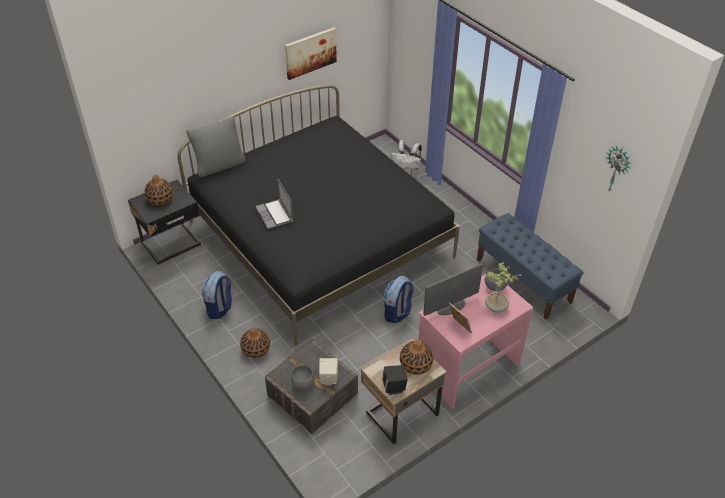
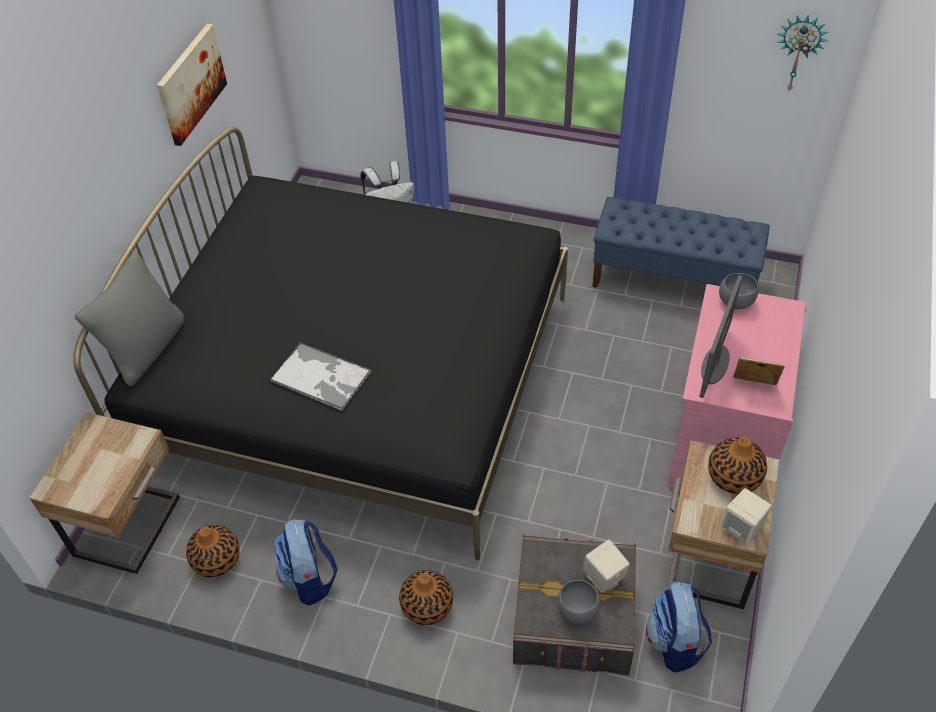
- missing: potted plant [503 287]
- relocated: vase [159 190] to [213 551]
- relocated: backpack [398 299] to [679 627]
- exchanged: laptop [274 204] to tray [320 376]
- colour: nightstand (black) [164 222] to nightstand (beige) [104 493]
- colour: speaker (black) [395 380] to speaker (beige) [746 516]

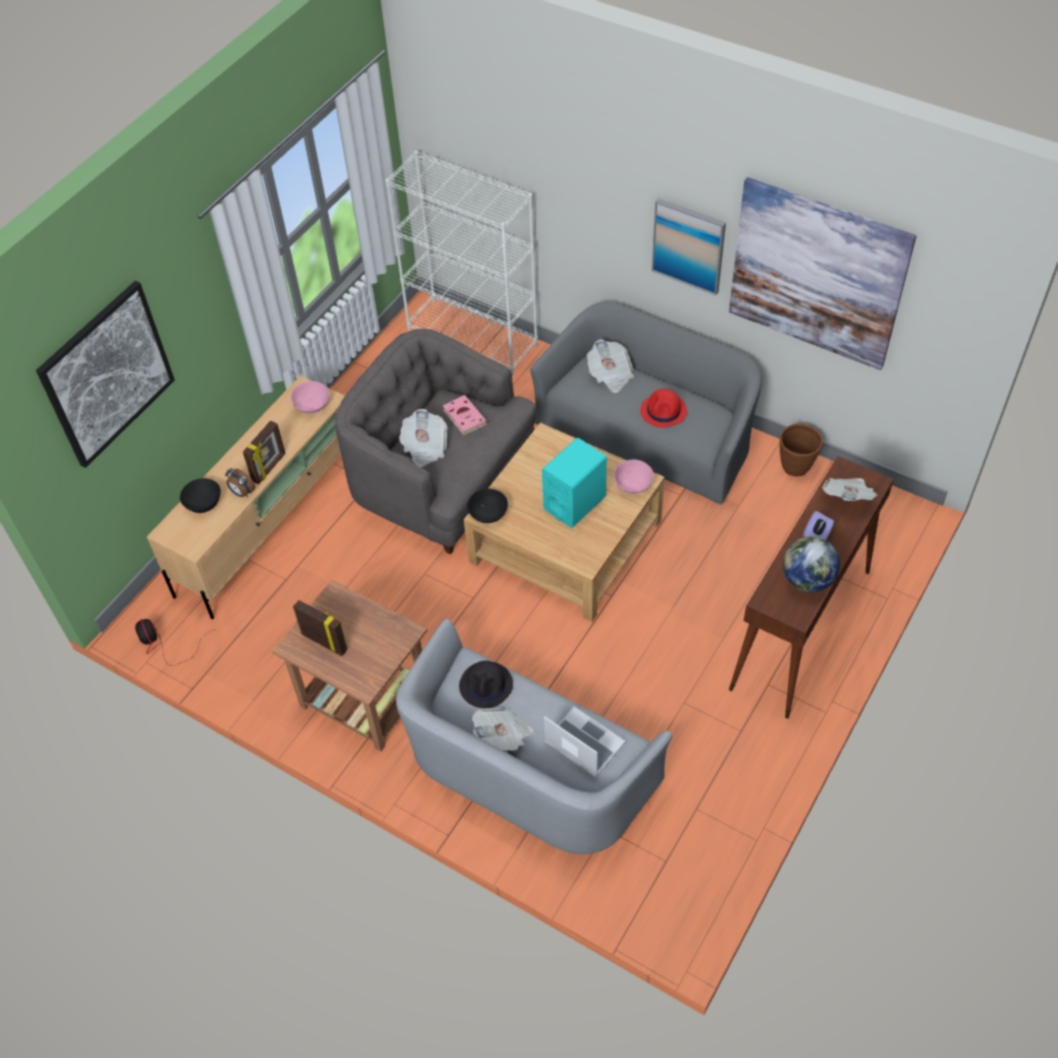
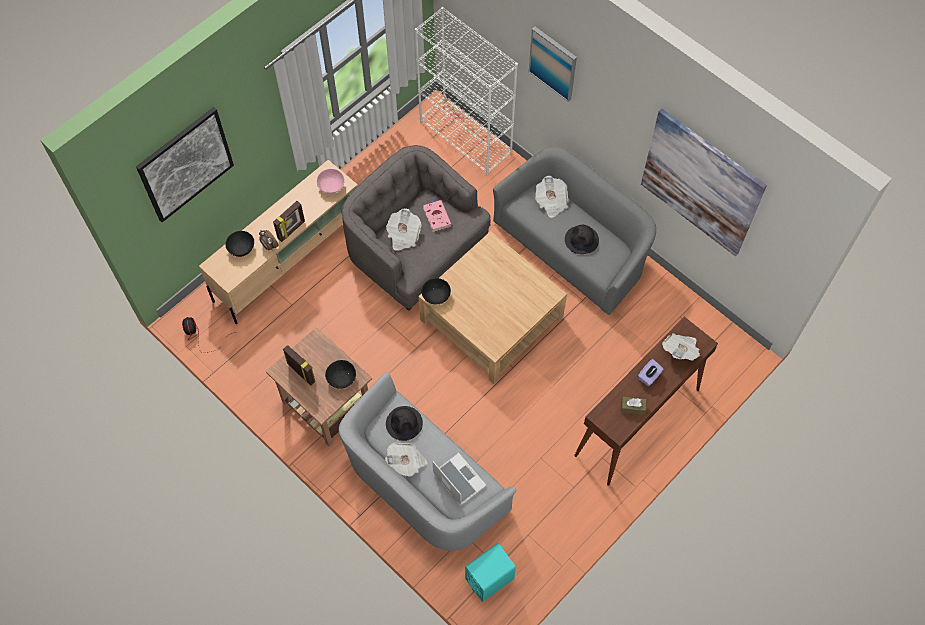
- missing: bowl (pink) [634 477]
- missing: planter (brown) [801 449]
- appeared: bowl (black) [340 374]
- relocated: speaker (turquoise) [574 483] to [490 572]
- relocated: picture [689 246] to [553 64]
- exchanged: globe [811 564] to tissue box (brown) [633 405]
- colour: hat (red) [663 408] to hat (black) [582 239]

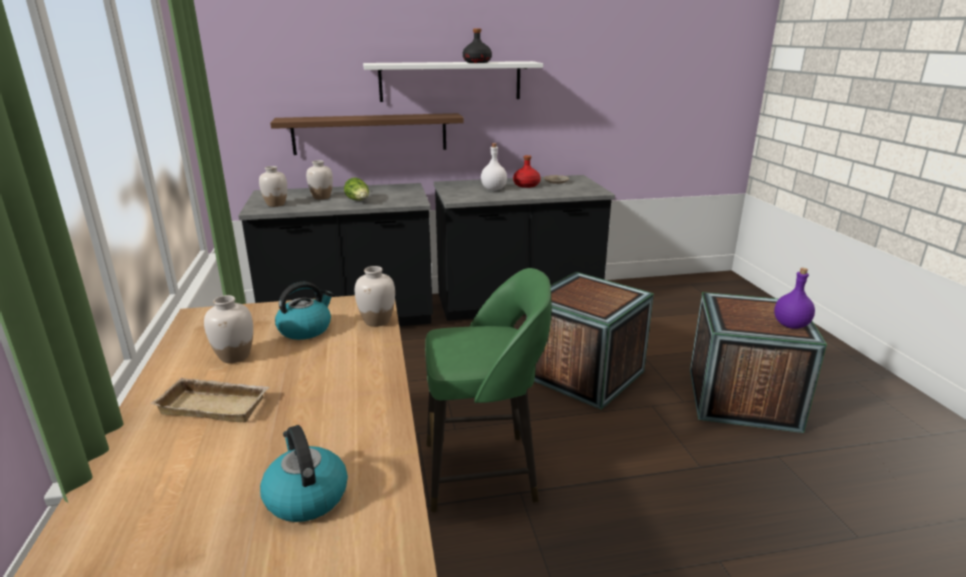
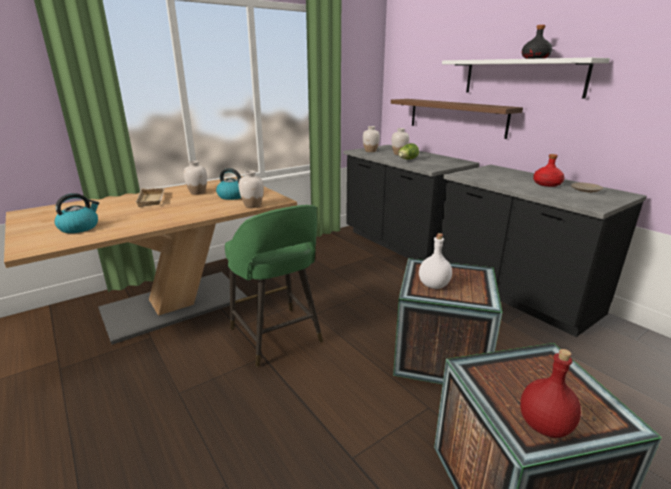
- relocated: bottle (white) [494 166] to [435 261]
- colour: bottle (purple) [794 298] to bottle (red) [550 393]

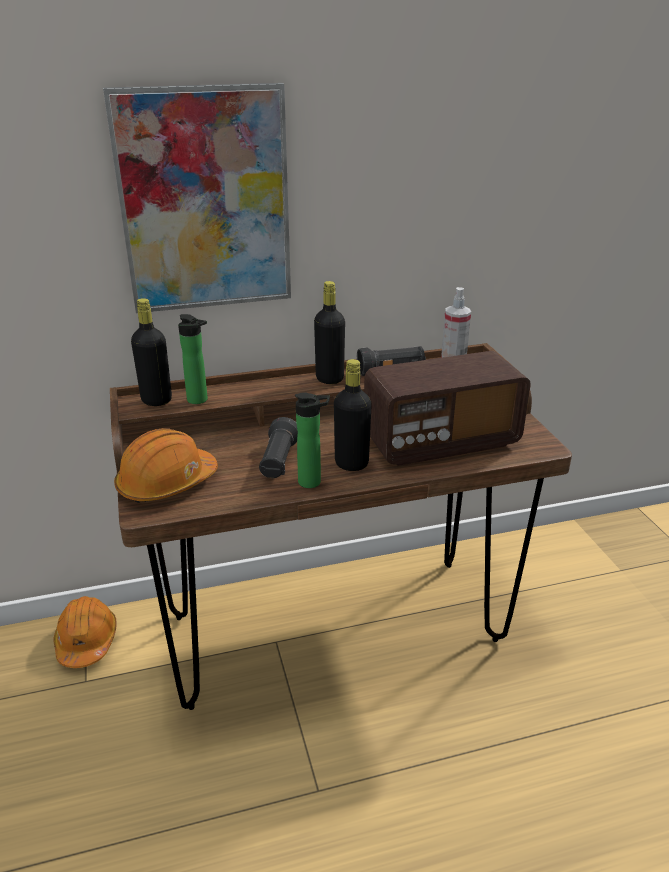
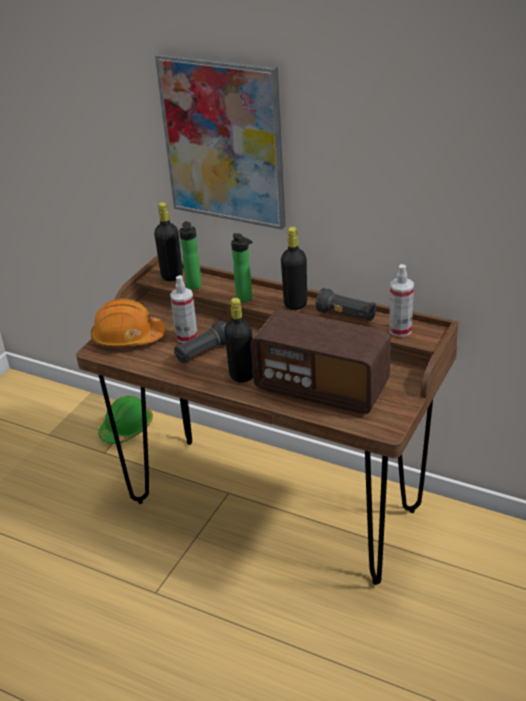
- appeared: spray bottle [184 309]
- relocated: bottle [312 440] to [242 267]
- colour: hard hat (orange) [85 632] to hard hat (green) [125 419]

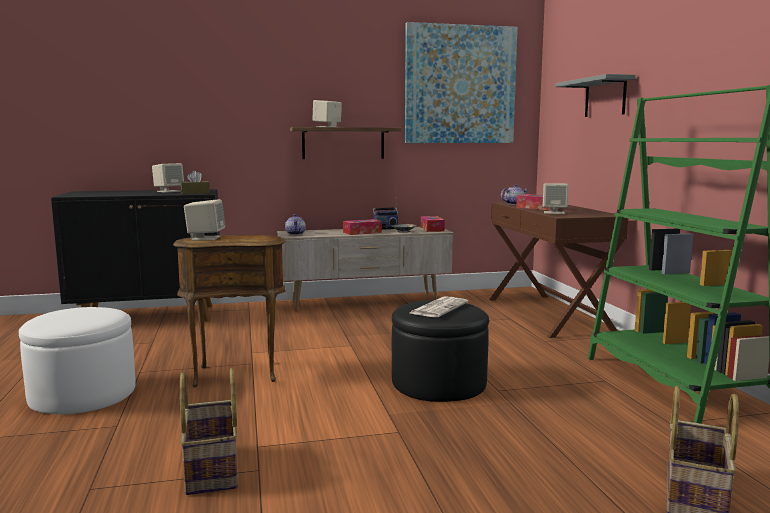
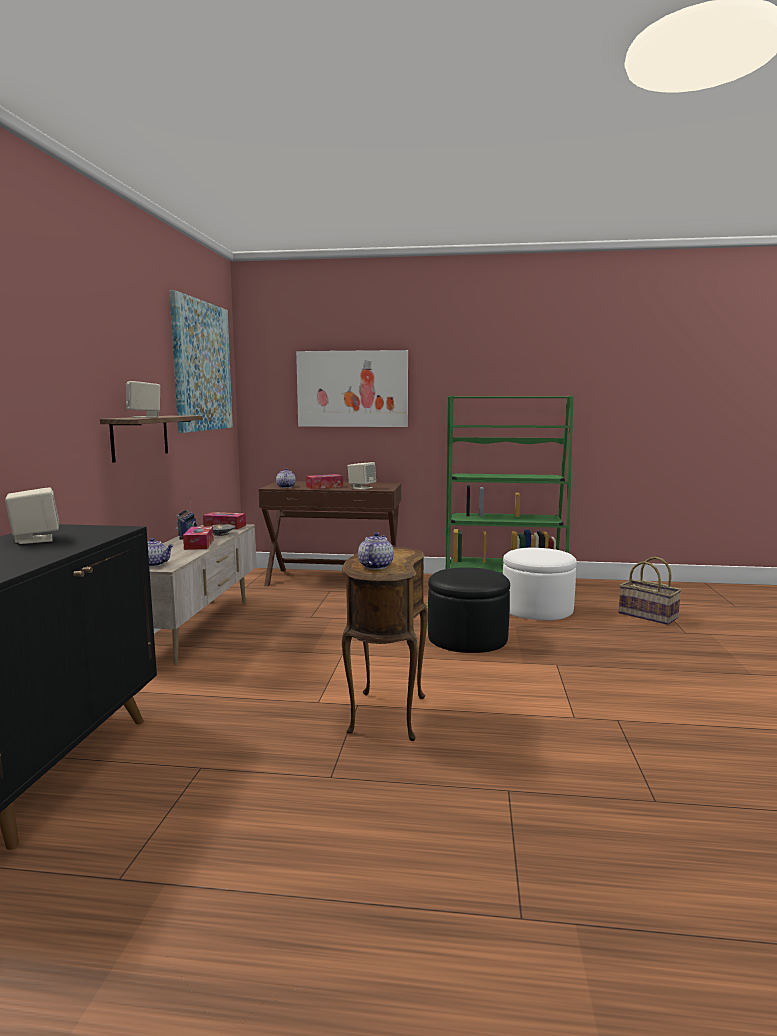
- missing: basket [209 431]
- missing: tissue box (brown) [195 182]
- missing: newspaper [439 306]
- relocated: ottoman (white) [77 361] to [540 584]
- exchanged: speaker (beige) [204 220] to teapot [376 550]
- exchanged: shelf (grey) [595 95] to picture [352 388]

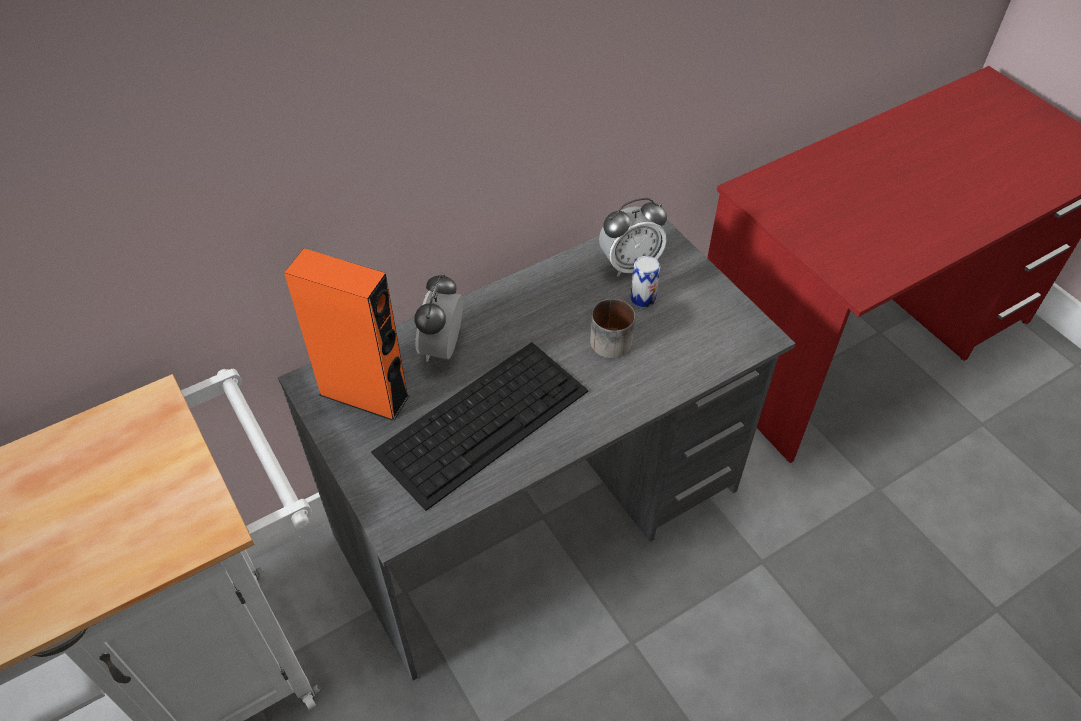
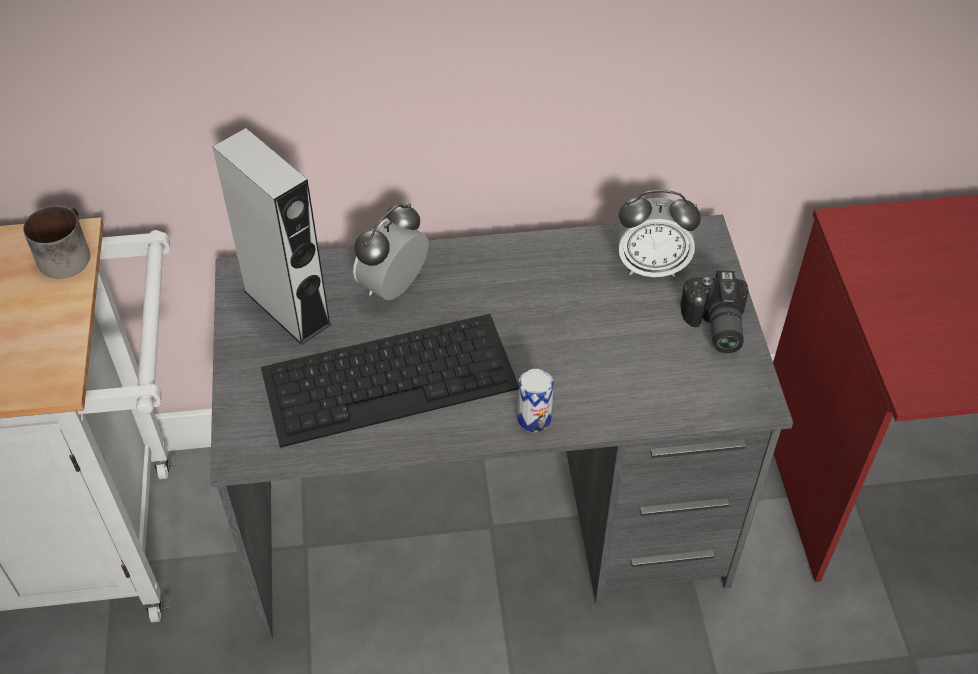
- appeared: photo camera [714 312]
- relocated: mug [612 328] to [56 242]
- relocated: can [645 281] to [536 401]
- colour: speaker (orange) [347 334] to speaker (grey) [272 236]

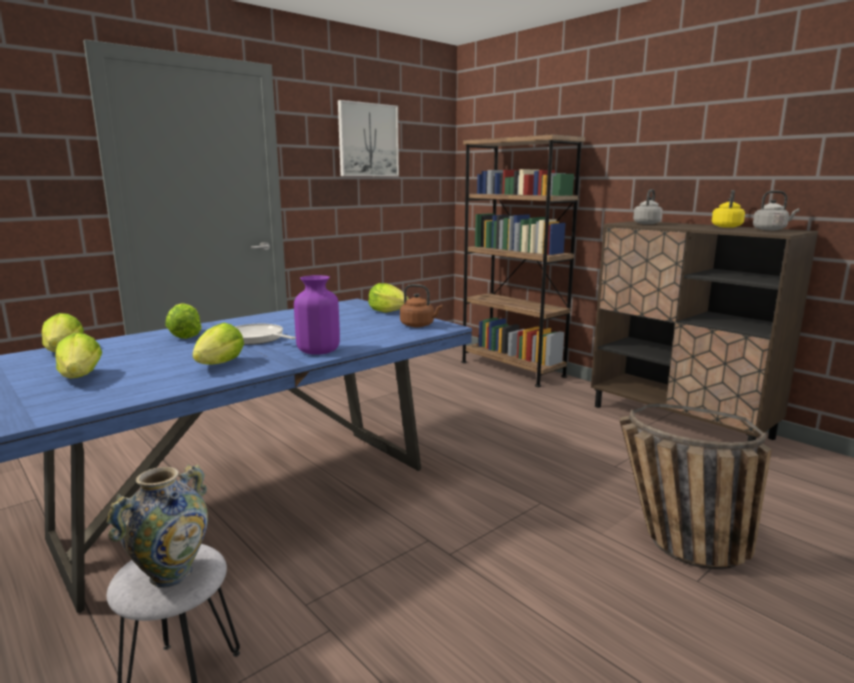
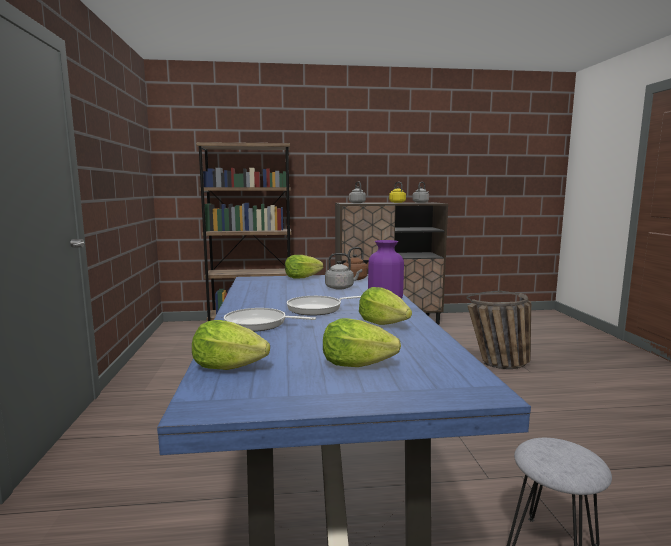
- missing: vase [157 526]
- missing: picture [368 138]
- appeared: kettle (grey) [343 271]
- exchanged: lettuce [183 321] to frying pan [270 320]

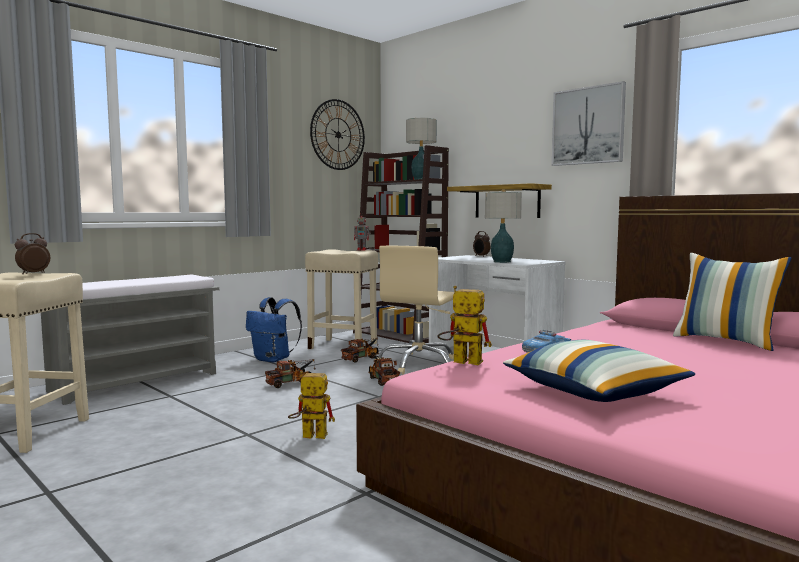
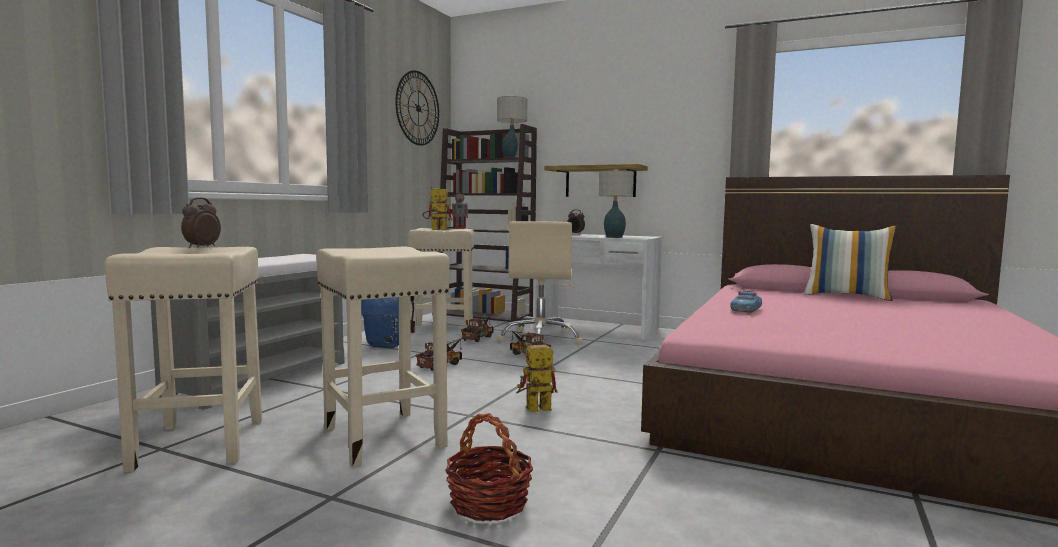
- missing: pillow [599 371]
- missing: picture [589 123]
- appeared: stool (beige) [383 356]
- appeared: basket [489 467]
- relocated: toy robot [464 325] to [437 208]

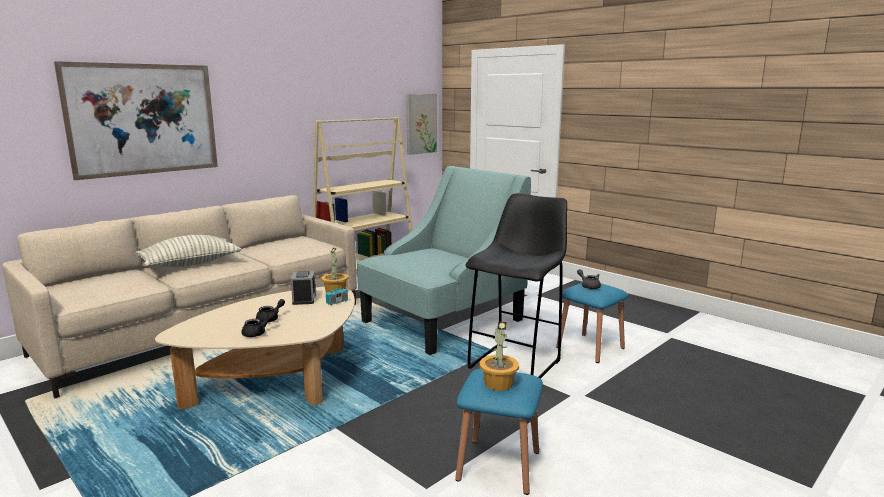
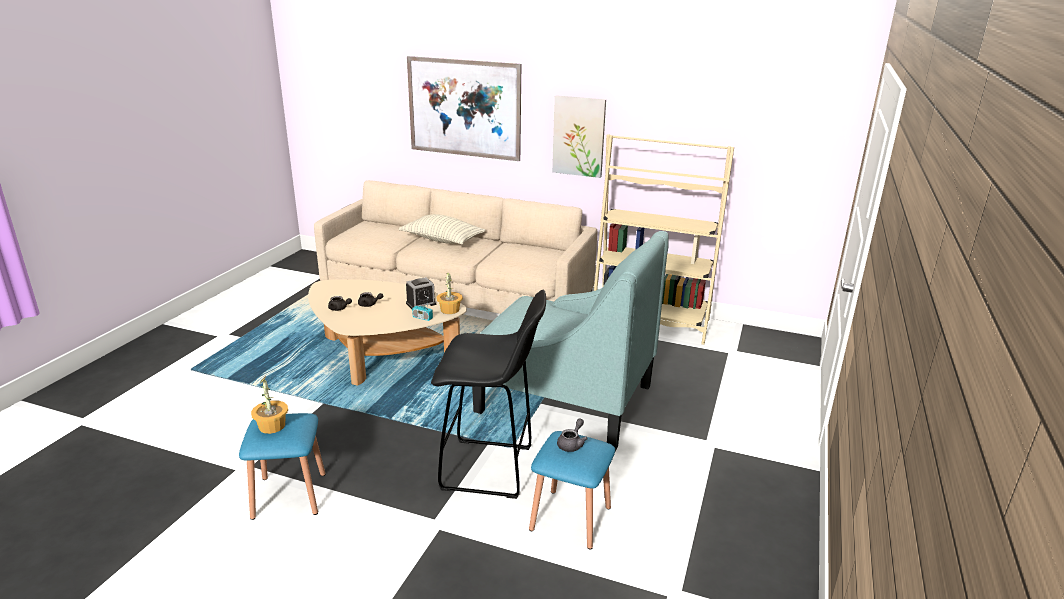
- relocated: picture [421 124] to [579 136]

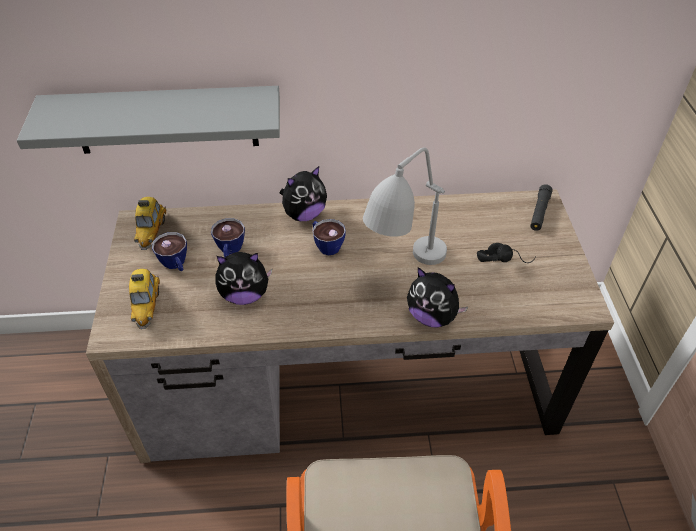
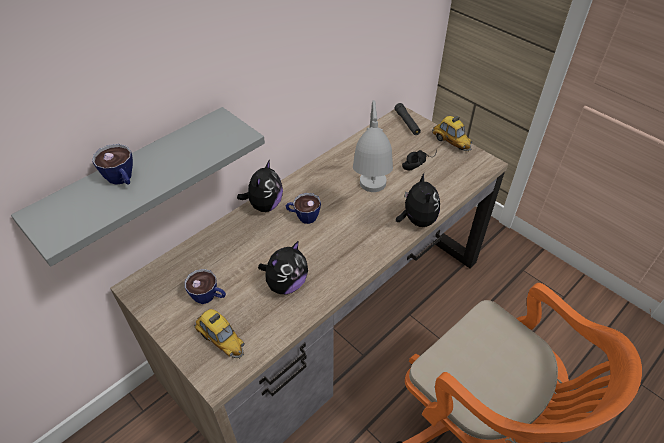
- relocated: toy car [150 223] to [452 134]
- relocated: cup [228 237] to [112 164]
- spun: plush toy [437 297] = [418 200] 90 degrees counterclockwise

